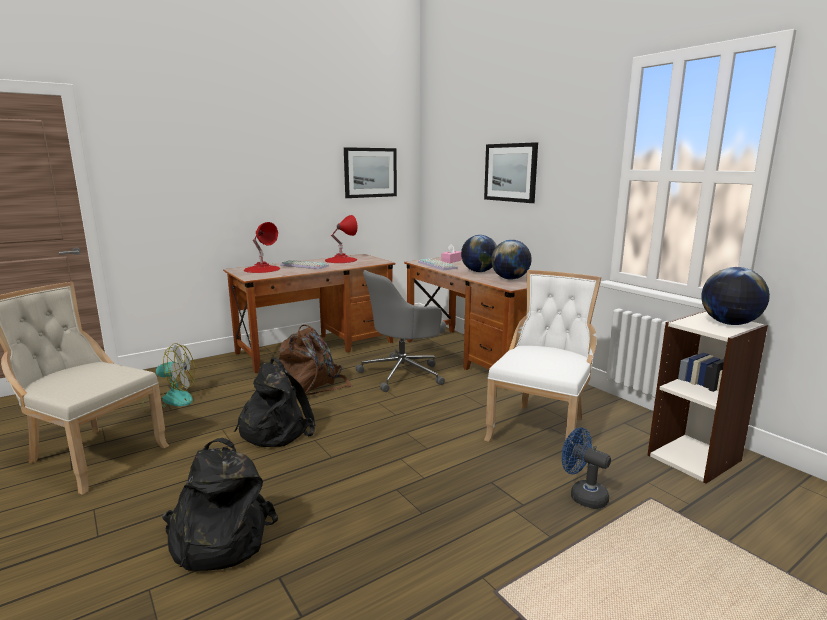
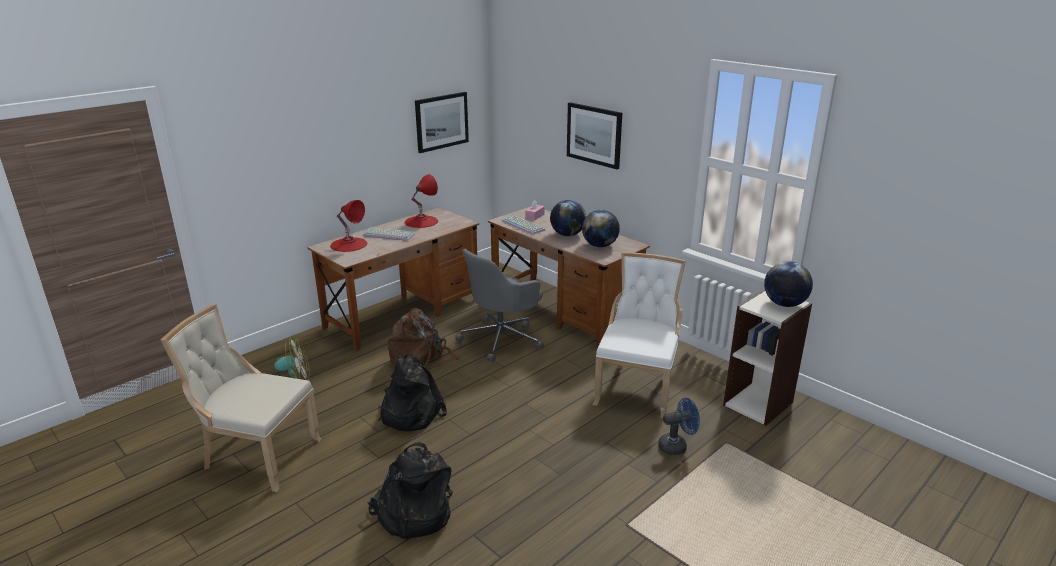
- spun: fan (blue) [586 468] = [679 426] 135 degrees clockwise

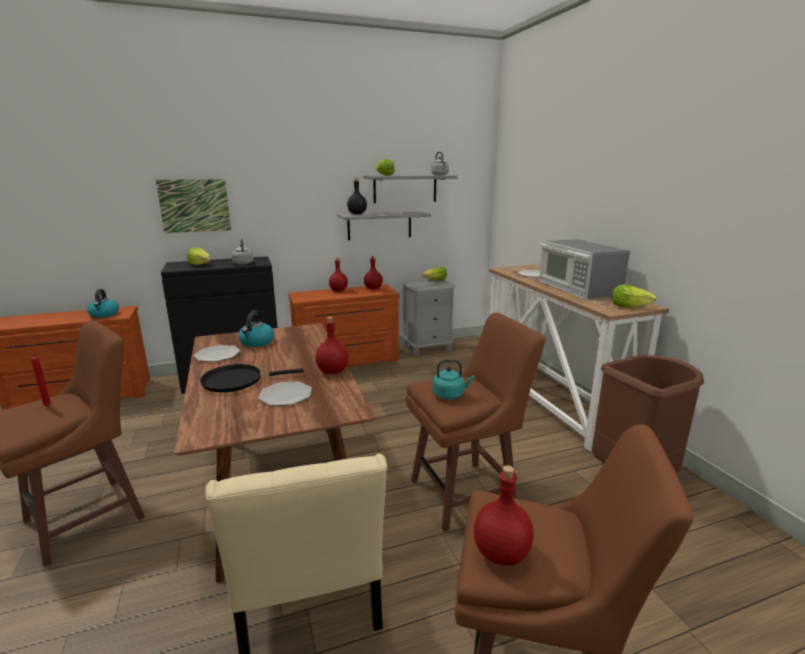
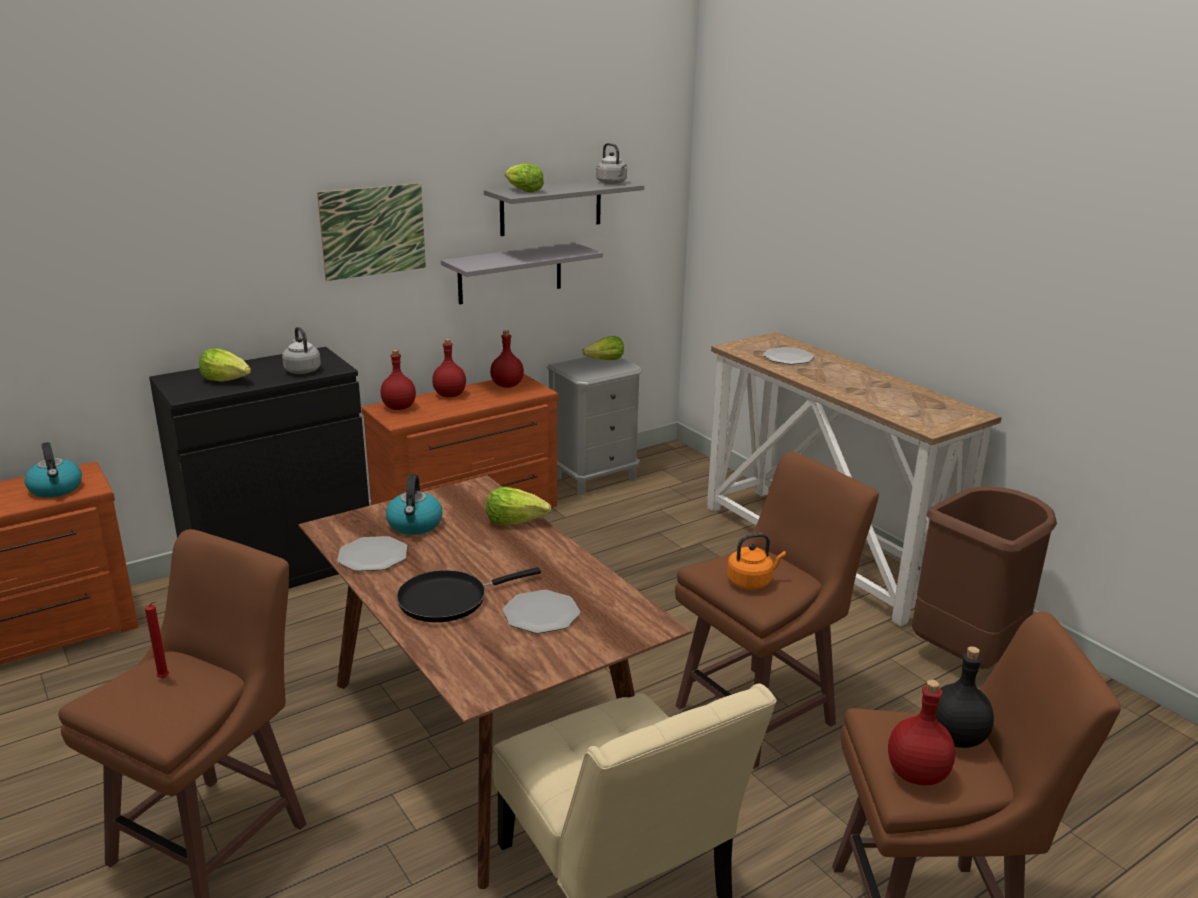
- missing: microwave [584 269]
- relocated: picture [193 206] to [371 232]
- relocated: bottle (red) [332 345] to [398 379]
- relocated: bottle (black) [357 196] to [965 697]
- relocated: lettuce [634 296] to [518 506]
- colour: kettle (turquoise) [453 379] to kettle (orange) [756 561]

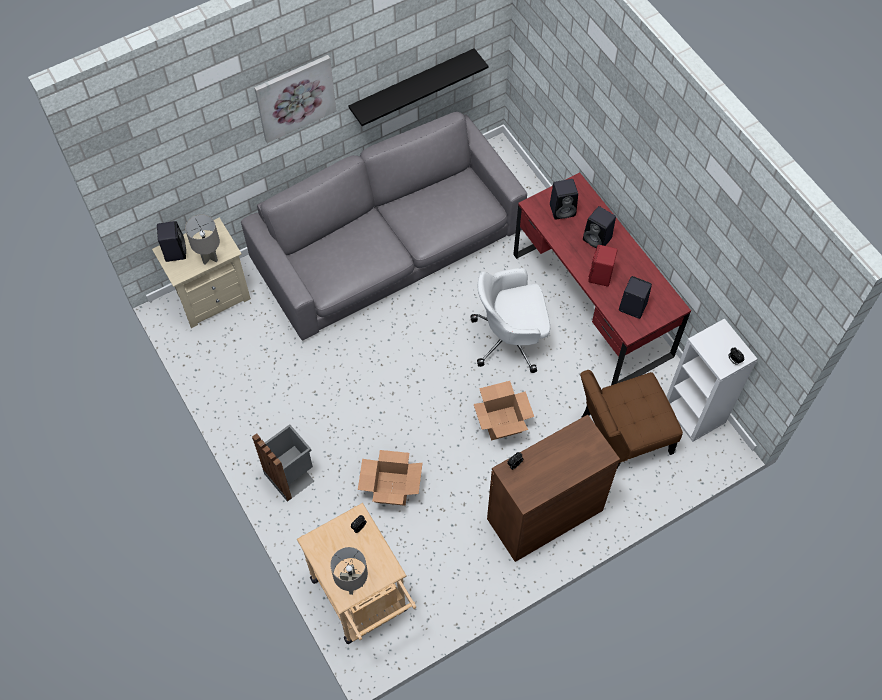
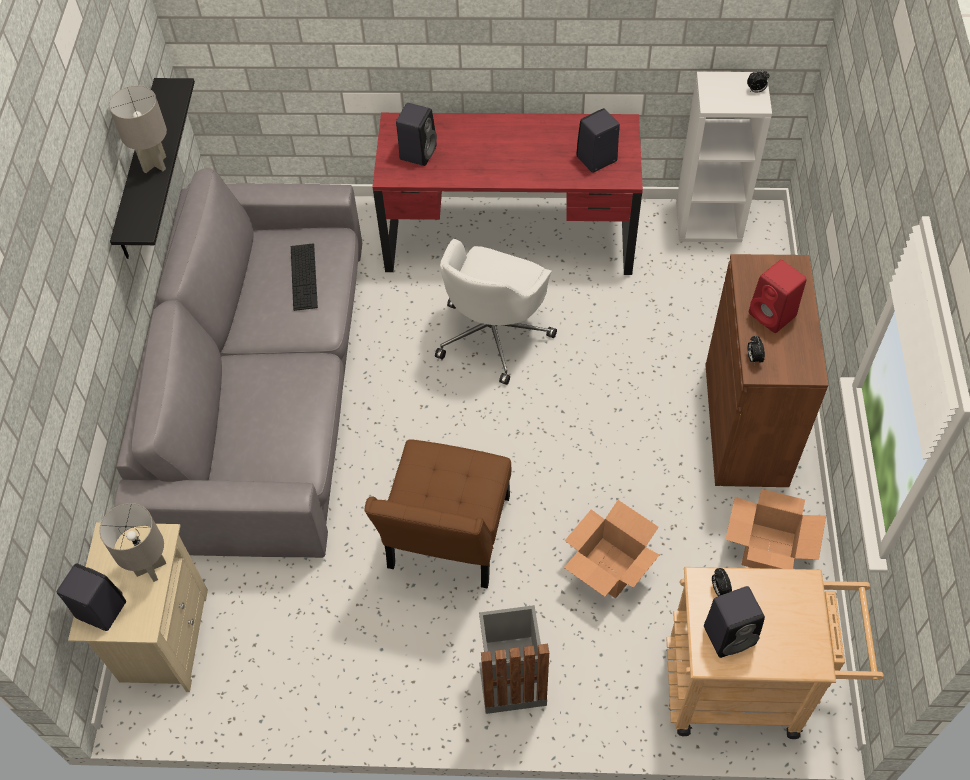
- missing: picture [295 99]
- appeared: keyboard [304 277]
- relocated: table lamp (grey) [349 571] to [138 129]
- relocated: cardboard box [504 410] to [775 529]
- relocated: chair (brown) [631 419] to [437 514]
- relocated: speaker (black) [599 227] to [734 622]
- relocated: speaker (red) [602 266] to [778 296]

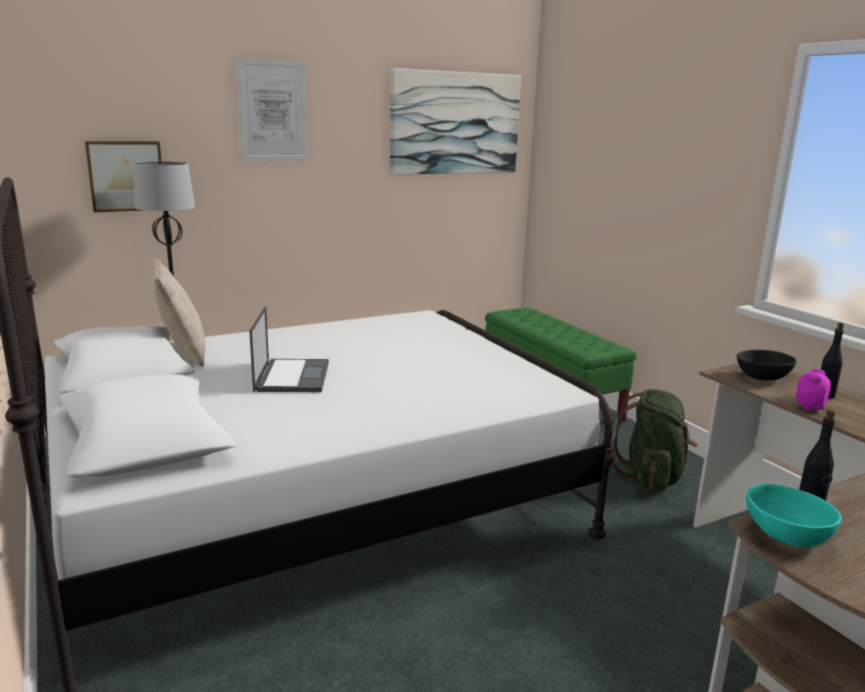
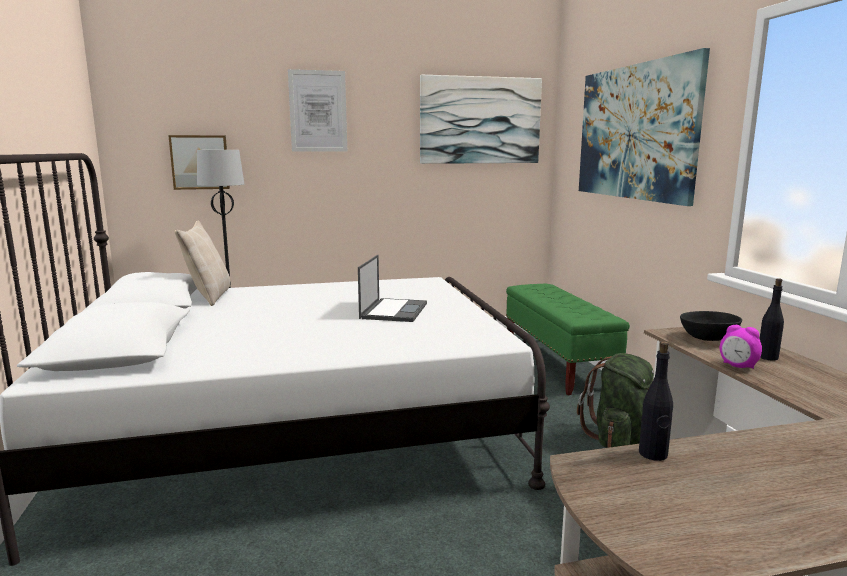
- missing: bowl (turquoise) [794 516]
- appeared: picture [644 127]
- relocated: laptop [289 349] to [392 288]
- spun: alarm clock [813 390] = [741 347] 105 degrees counterclockwise

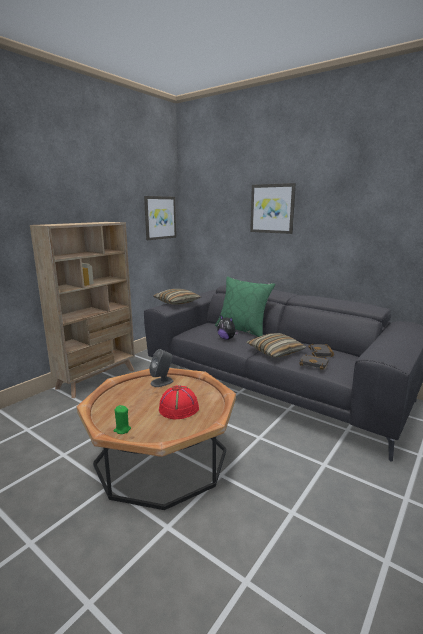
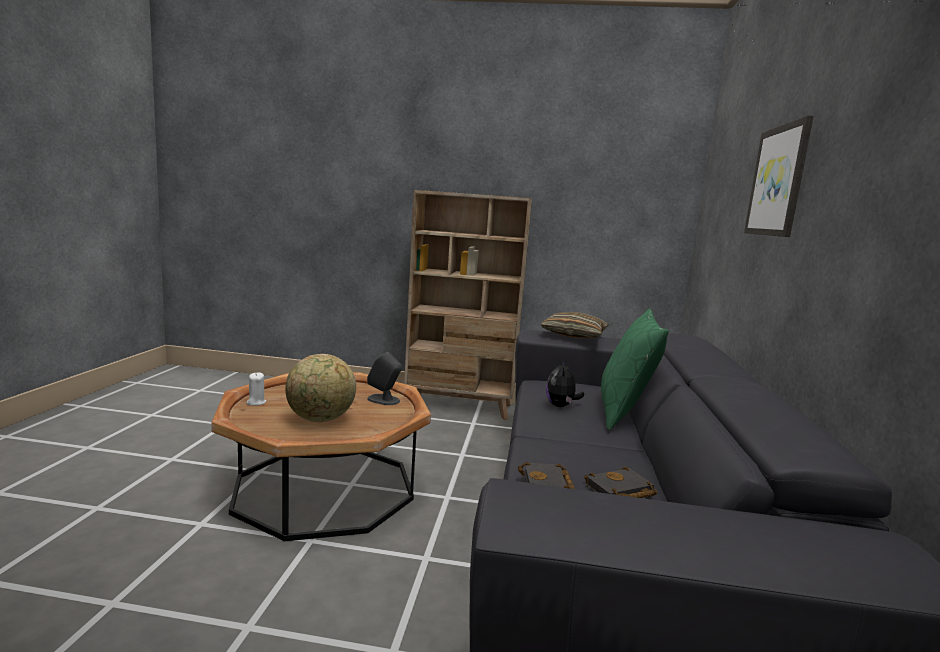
- missing: picture [160 218]
- missing: pillow [276 345]
- exchanged: hat (red) [179 402] to globe [320 388]
- colour: candle (green) [122 419] to candle (white) [256 389]

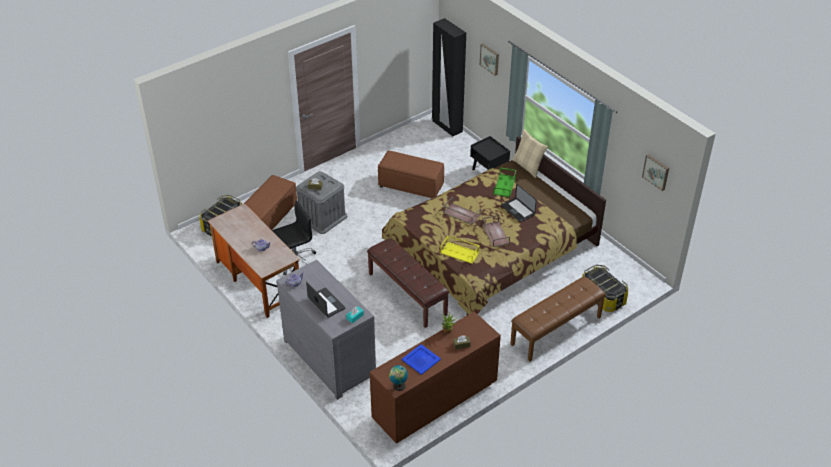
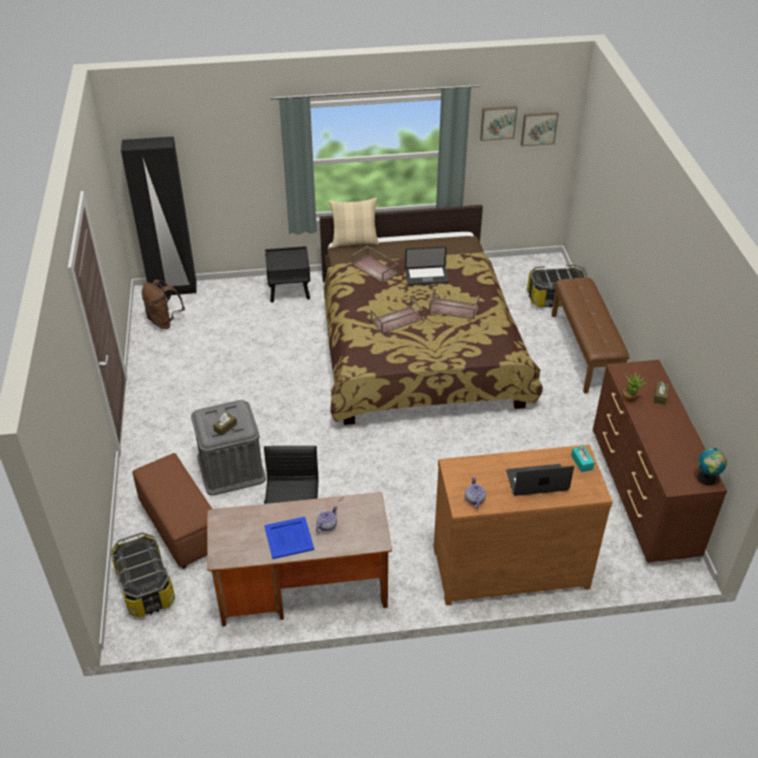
- missing: bench (brown) [408 283]
- missing: ottoman (brown) [411 175]
- missing: tray (yellow) [460 249]
- appeared: backpack (brown) [163 304]
- relocated: tray (blue) [421 359] to [289 538]
- relocated: picture [489 60] to [498 123]
- colour: dresser (grey) [326 330] to dresser (brown) [523 524]
- colour: tray (green) [504 182] to tray (brown) [375 264]

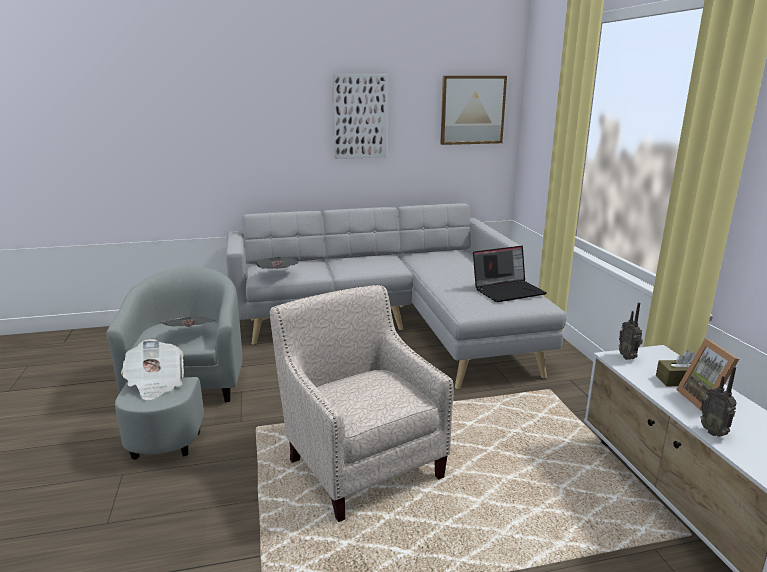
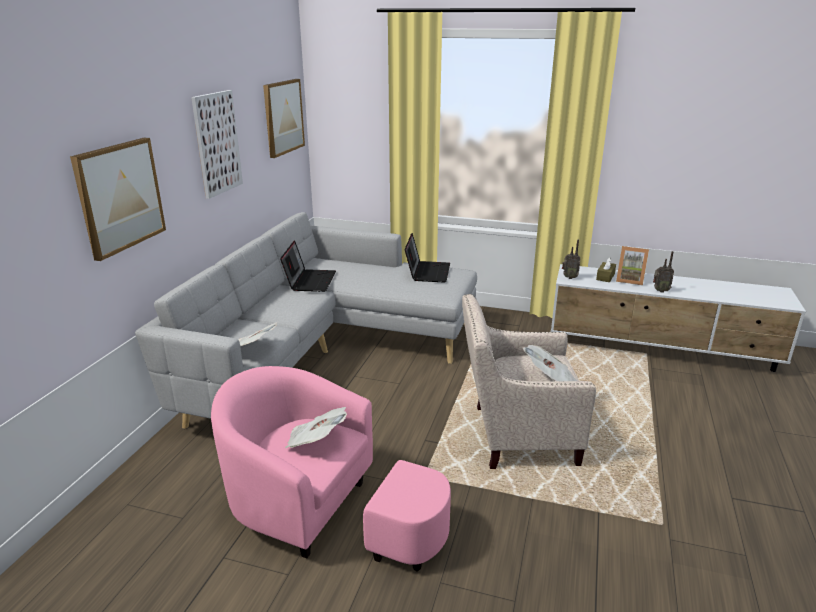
- appeared: picture [118 199]
- appeared: laptop [308 266]
- relocated: newspaper [152 369] to [549 363]
- colour: armchair (grey) [174 363] to armchair (pink) [331 469]

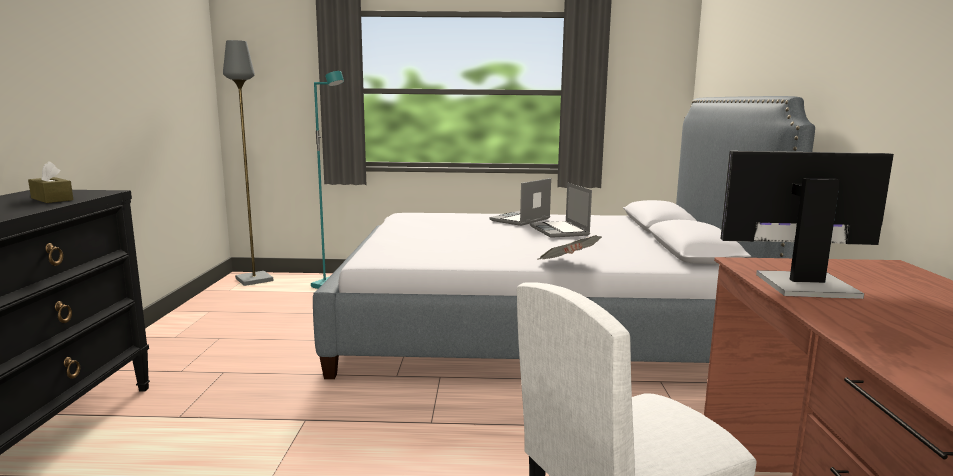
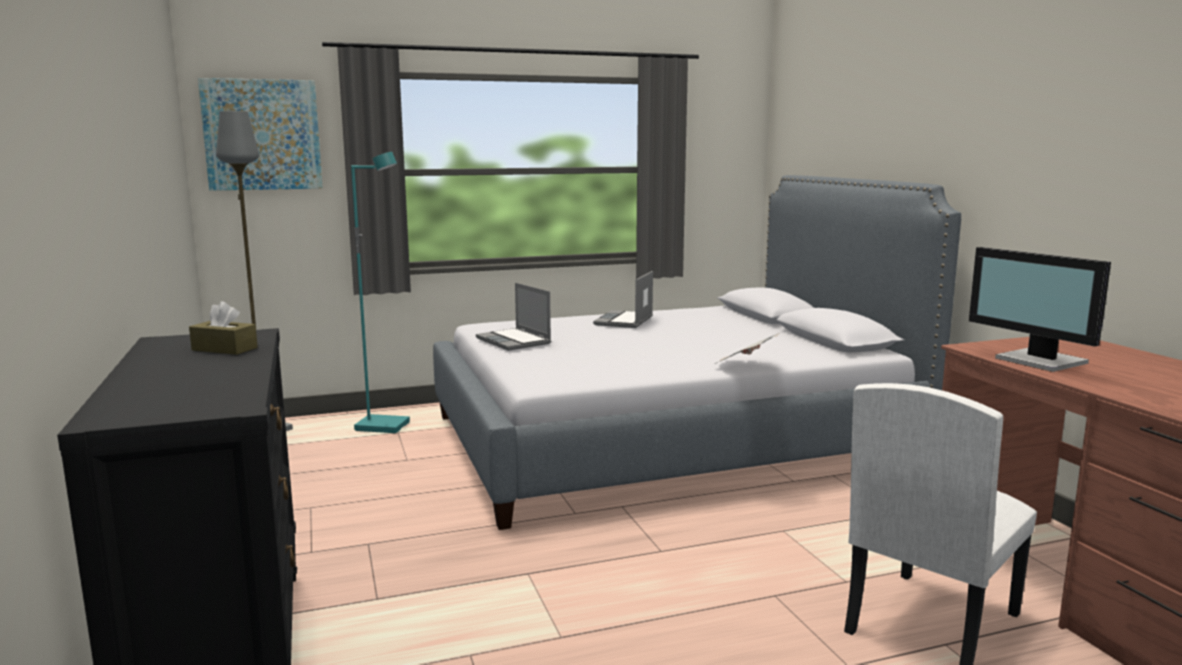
- appeared: picture [260 134]
- relocated: laptop [561 210] to [513 317]
- spun: monitor [807 225] = [1040 309] 105 degrees counterclockwise

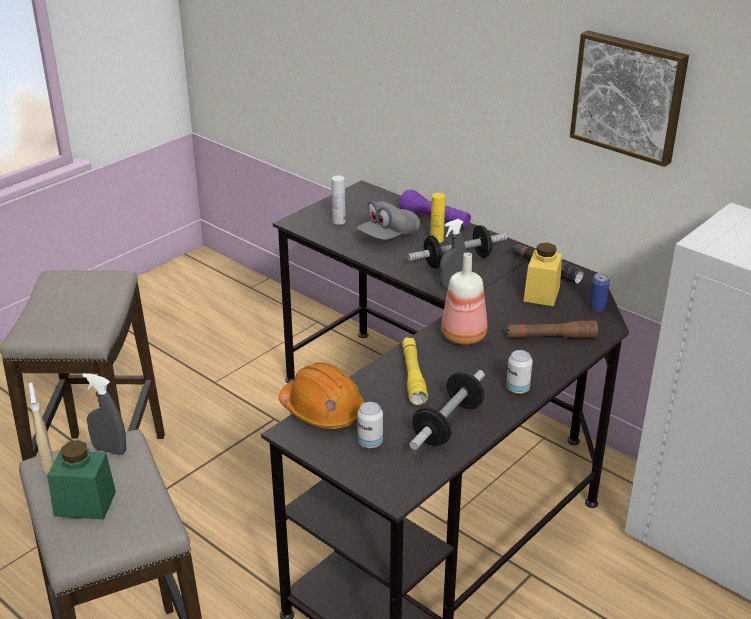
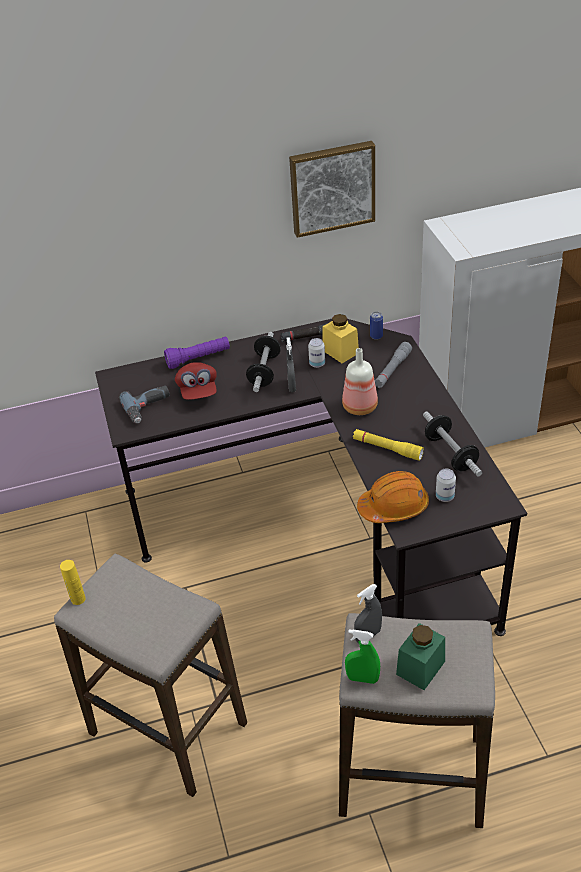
- relocated: bottle (yellow) [437 218] to [73 582]
- relocated: can [519 372] to [316 353]
- exchanged: bottle (white) [339 200] to power drill [144 404]
- colour: spray bottle (beige) [41 429] to spray bottle (green) [362 656]
- colour: cap (grey) [388 220] to cap (red) [196 381]
- colour: flashlight (brown) [552 329] to flashlight (grey) [393 365]

